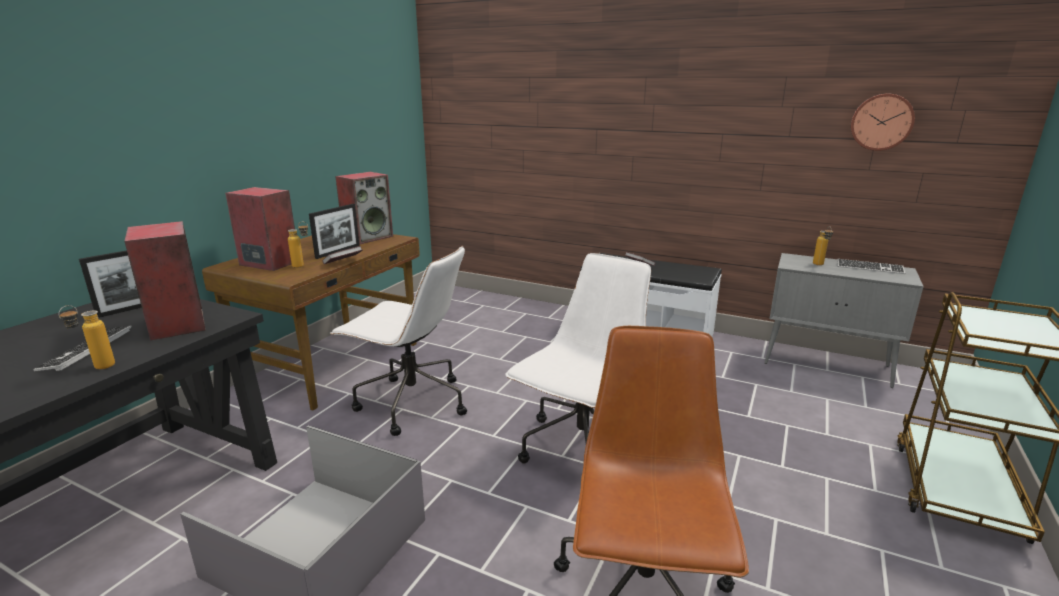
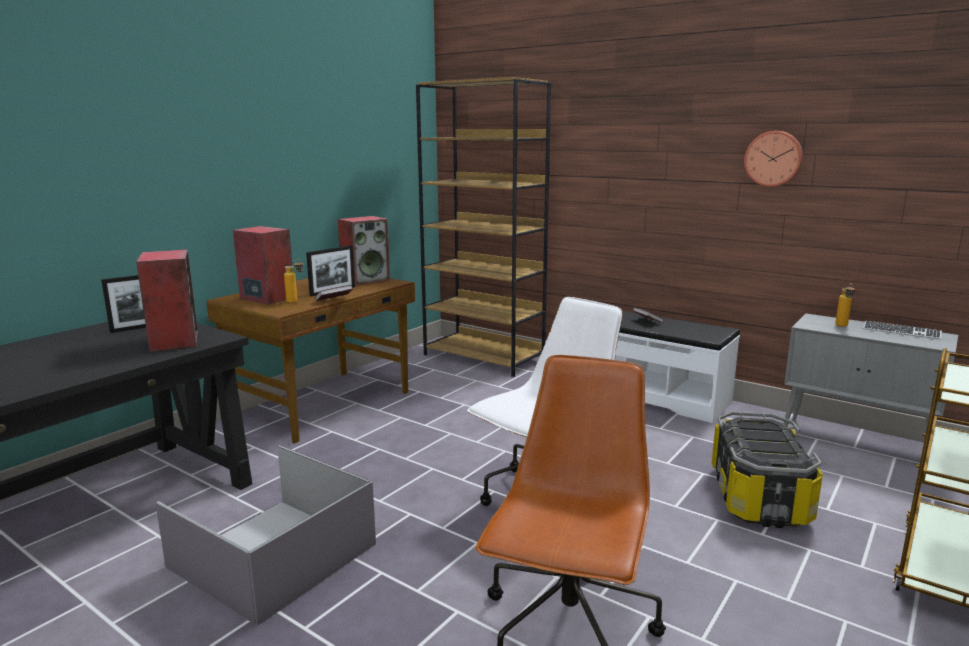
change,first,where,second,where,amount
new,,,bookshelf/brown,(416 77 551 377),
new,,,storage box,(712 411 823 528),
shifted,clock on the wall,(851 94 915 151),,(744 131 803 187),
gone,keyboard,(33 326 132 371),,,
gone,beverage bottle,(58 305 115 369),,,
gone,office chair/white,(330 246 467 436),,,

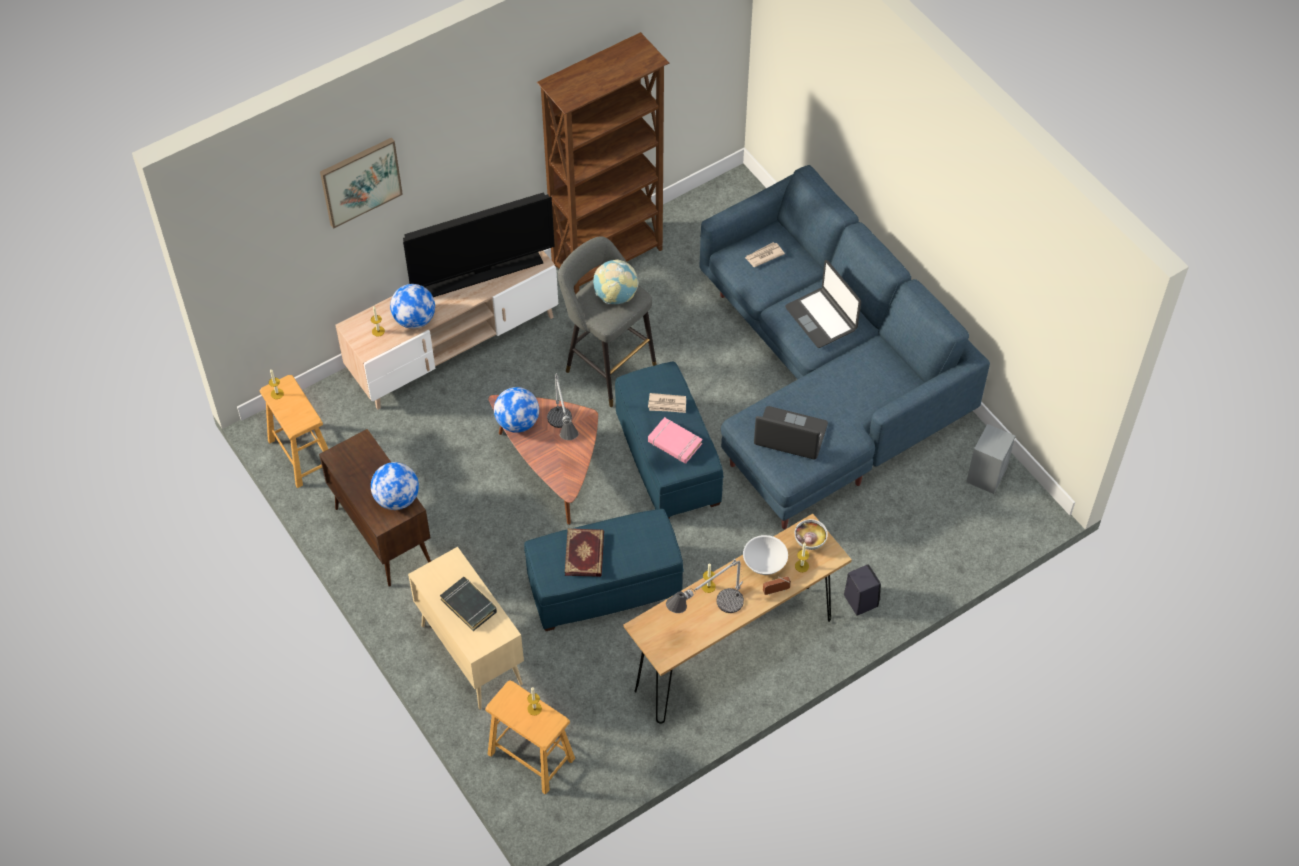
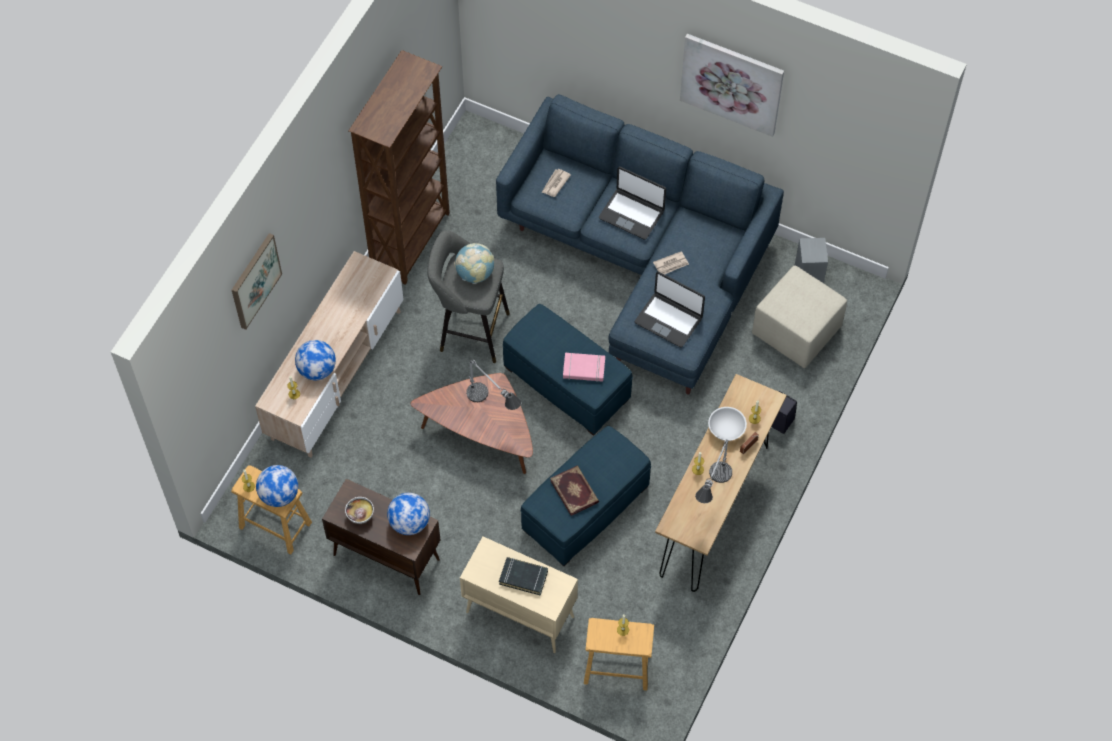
change,first,where,second,where,amount
shifted,desk globe,(494 387 539 433),,(256 465 298 507),
shifted,deep dish,(795 519 828 550),,(345 497 374 524),
rotated,portable computer,(754 406 828 460),,(635 272 705 348),135 degrees counterclockwise
shifted,printed paper,(648 393 686 413),,(653 251 689 274),
new,,,wall art,(680 34 784 137),
new,,,footrest/beige-coloured,(752 266 847 368),
gone,TV set,(403 192 555 297),,,

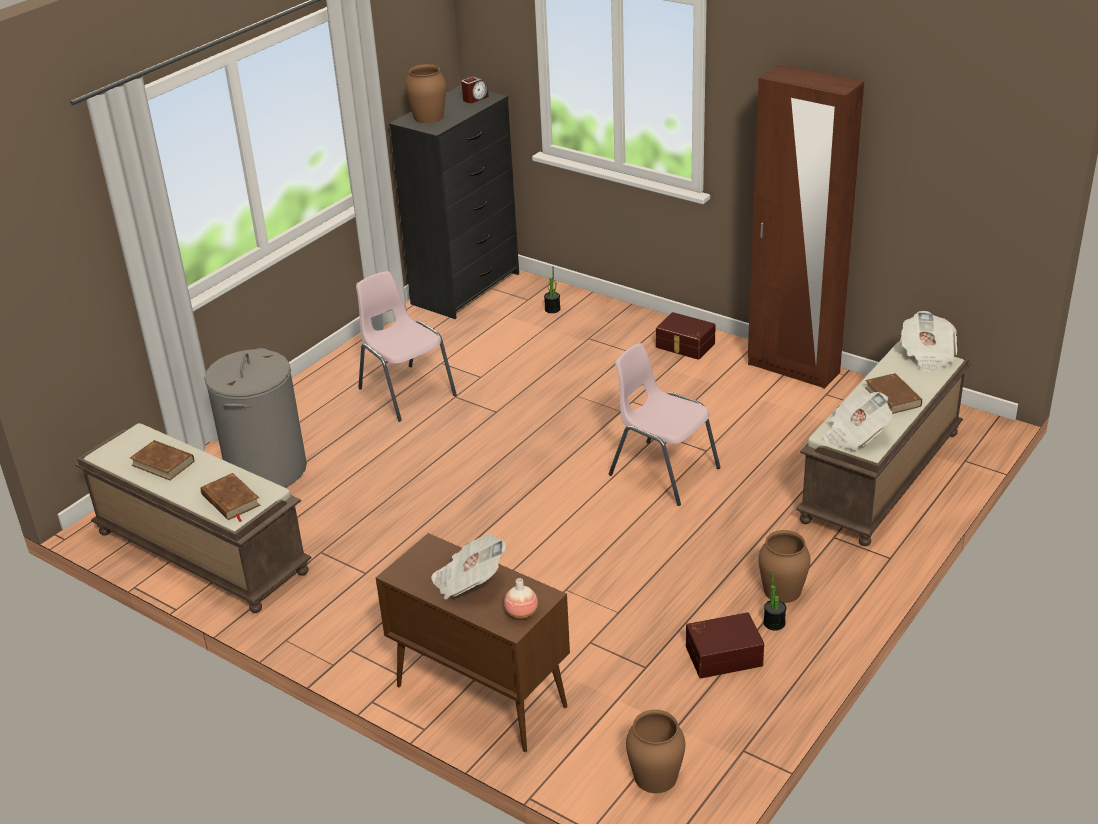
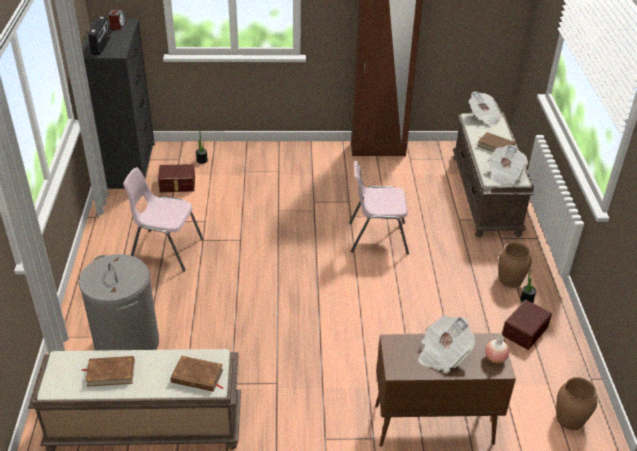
change,first,where,second,where,amount
swapped,vase/brown,(406 64 446 123),radio receiver,(88 17 110 55),
shifted,storage box/brown,(656 312 716 360),,(158 164 195 193),

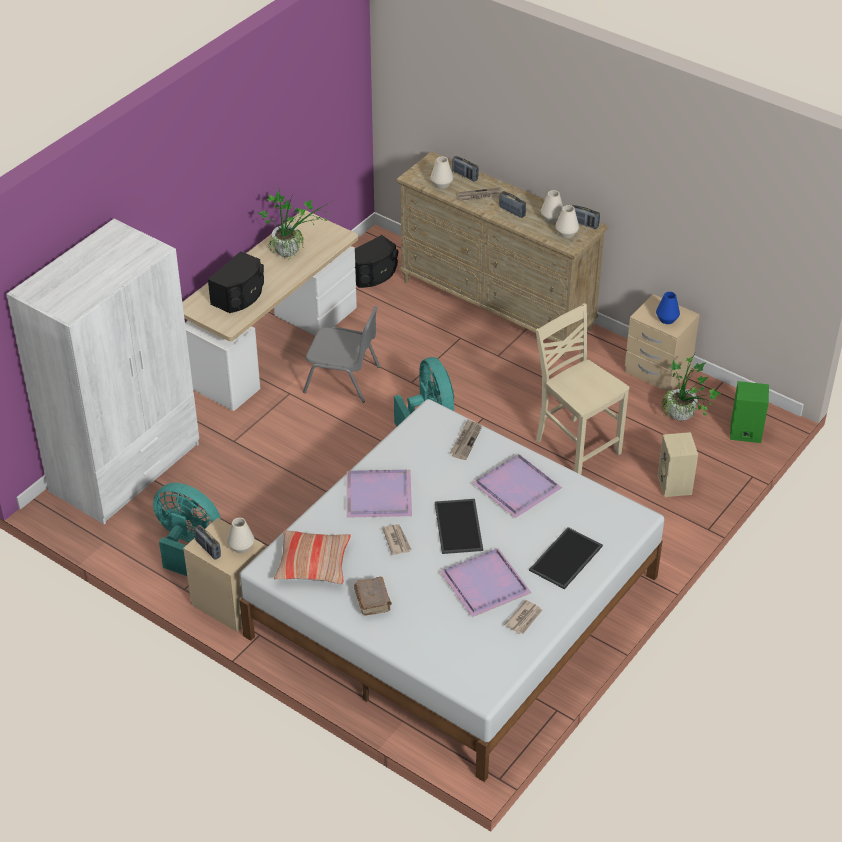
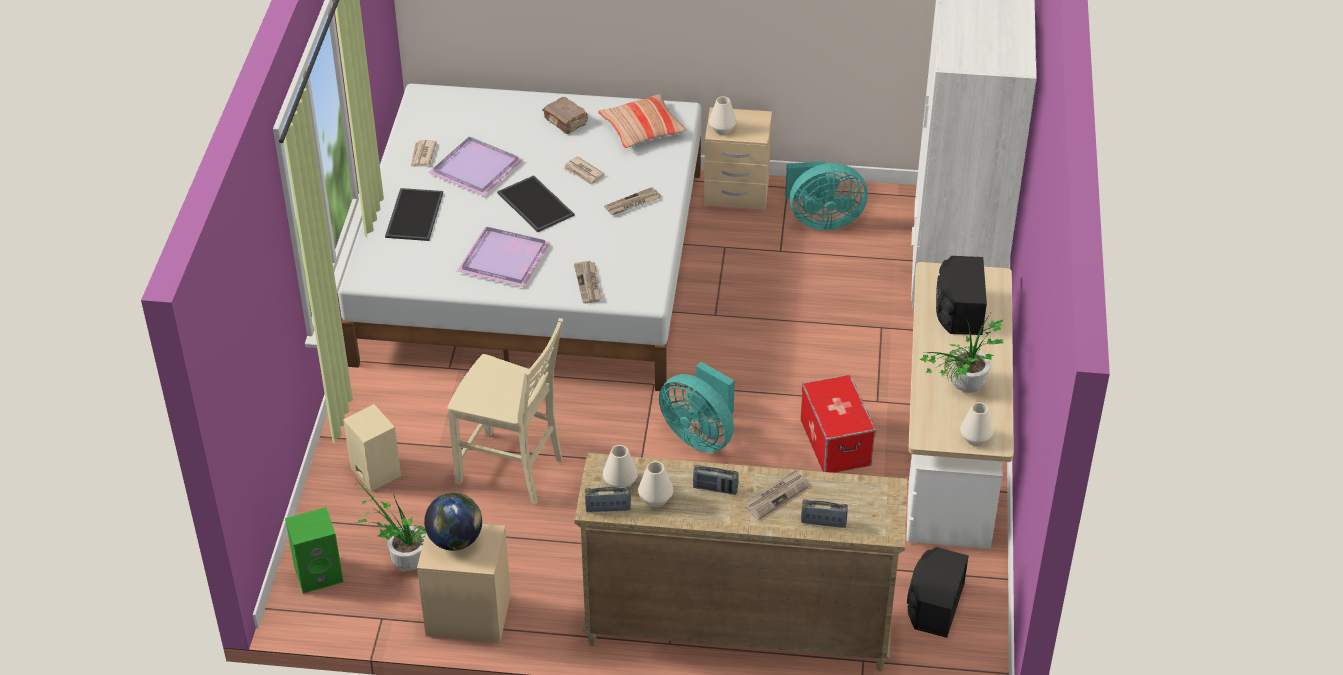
change,first,where,second,where,amount
swapped,vase/bluish,(656 292 680 324),desk globe,(424 492 482 551),
swapped,carrying tray/purplish,(347 470 412 518),printed paper,(604 187 661 215),
swapped,upright chair/greyish,(303 306 380 403),storage box,(801 374 876 473),
shifted,vase/white,(430 156 453 189),,(960 402 994 446),
gone,radio receiver,(194 525 221 560),,,

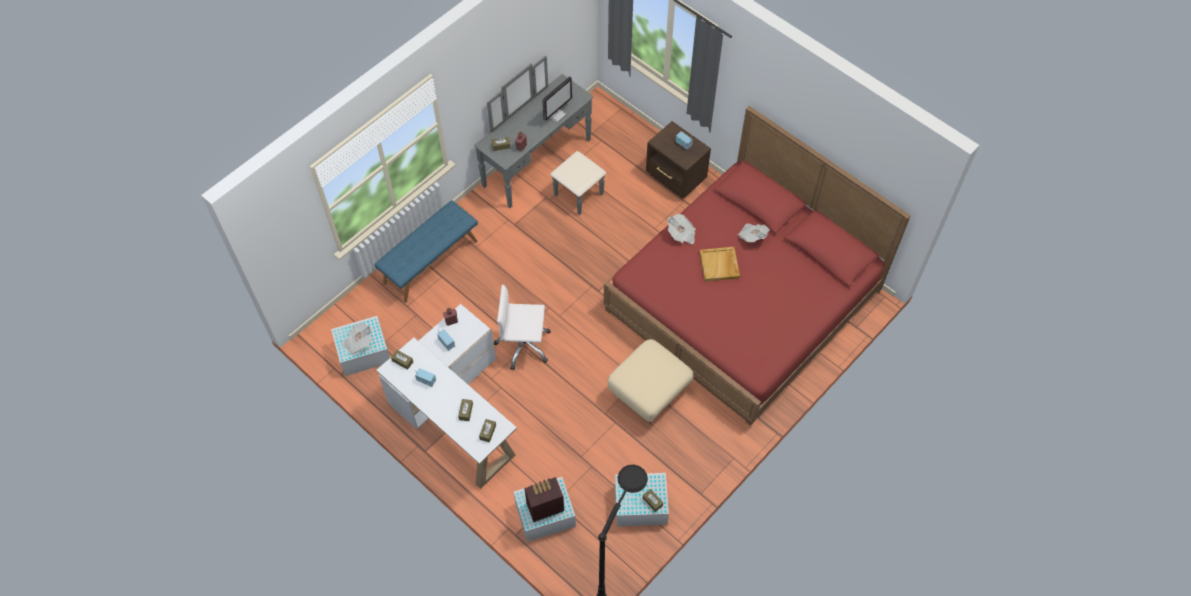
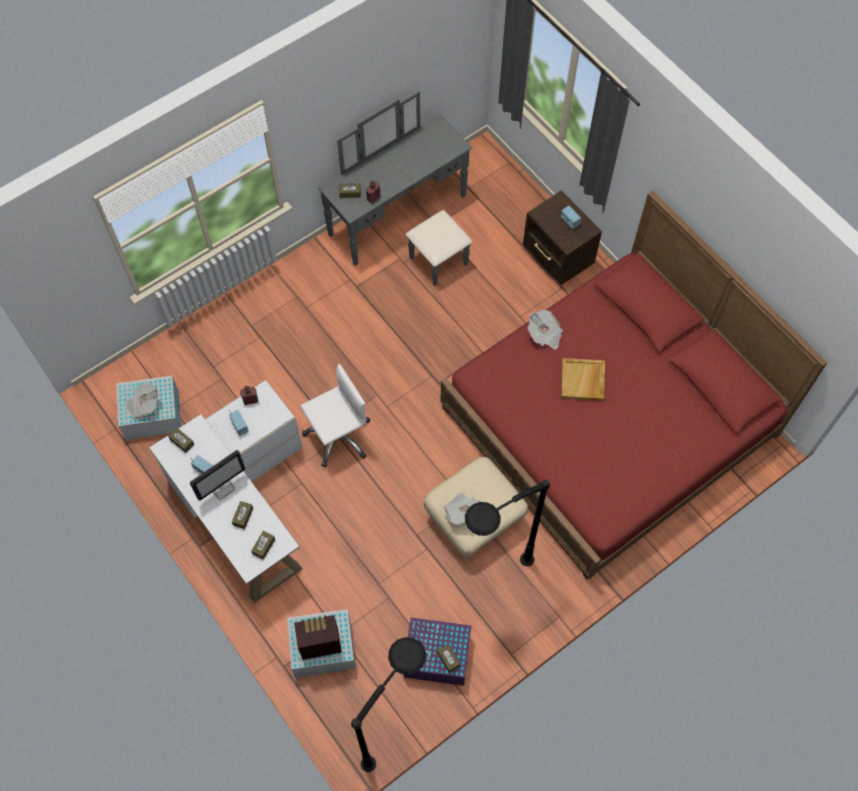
change,first,where,second,where,amount
shifted,computer display,(542 76 572 122),,(190 450 245 501),
rotated,office chair/white,(494 285 551 370),,(300 364 370 467),135 degrees clockwise
repainted,storage box/white,(615 473 669 527),storage box/purplish,(403 617 471 686),
shifted,printed paper,(738 223 770 242),,(444 493 481 525),
new,,,floor lamp/blackish,(465 480 550 566),
gone,bench/bluish,(375 200 478 303),,,

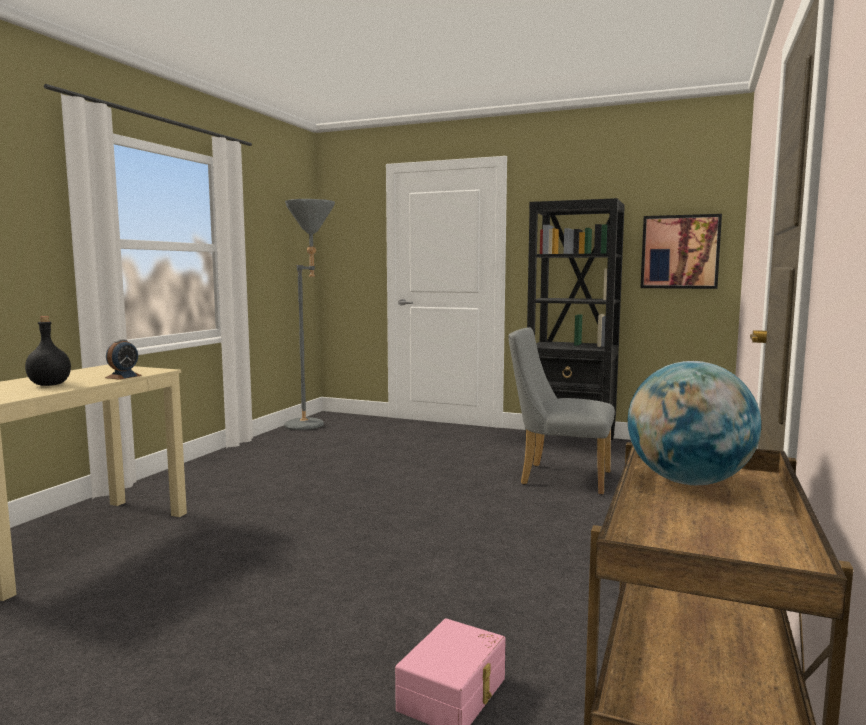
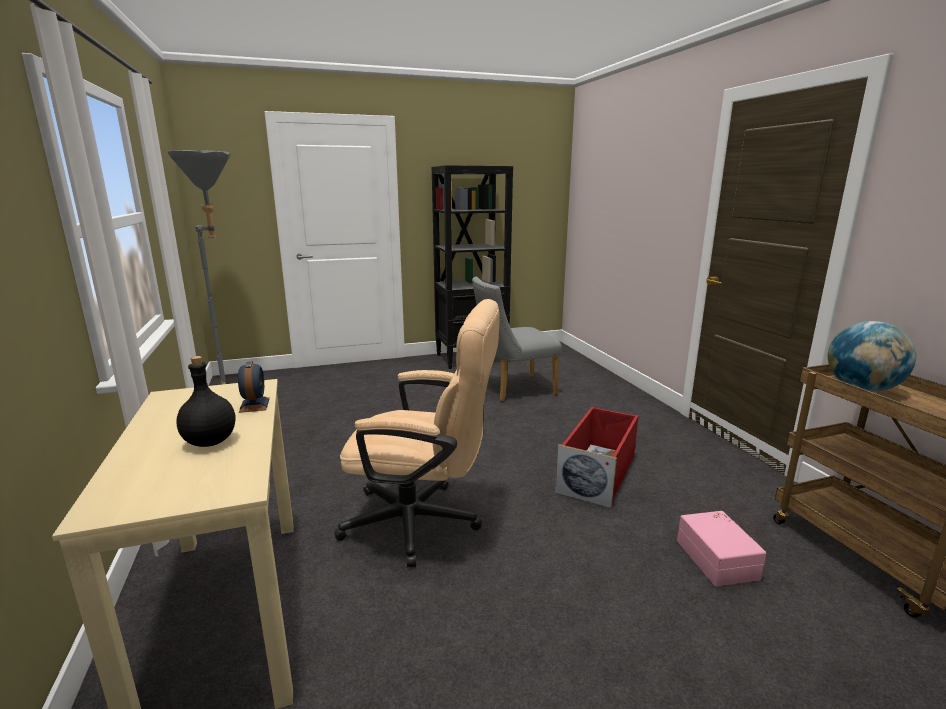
change,first,where,second,where,amount
new,,,office chair/beige-coloured,(334 299 500 567),
new,,,storage box/red-coloured,(555 407 638 508),
gone,wall art,(640 214 722 289),,,

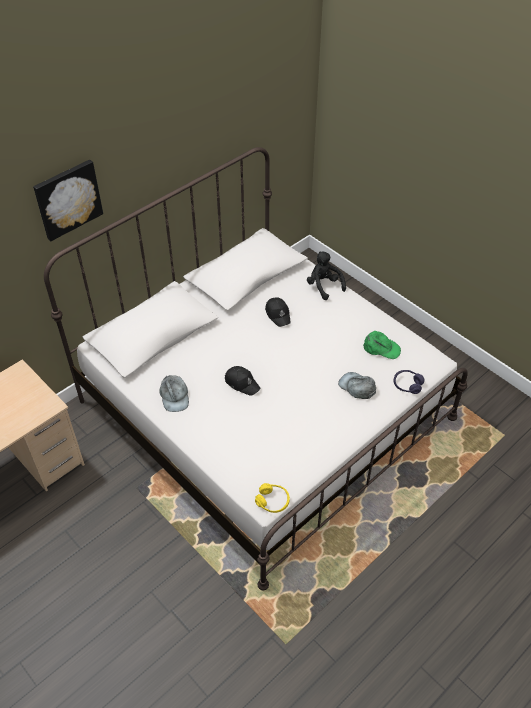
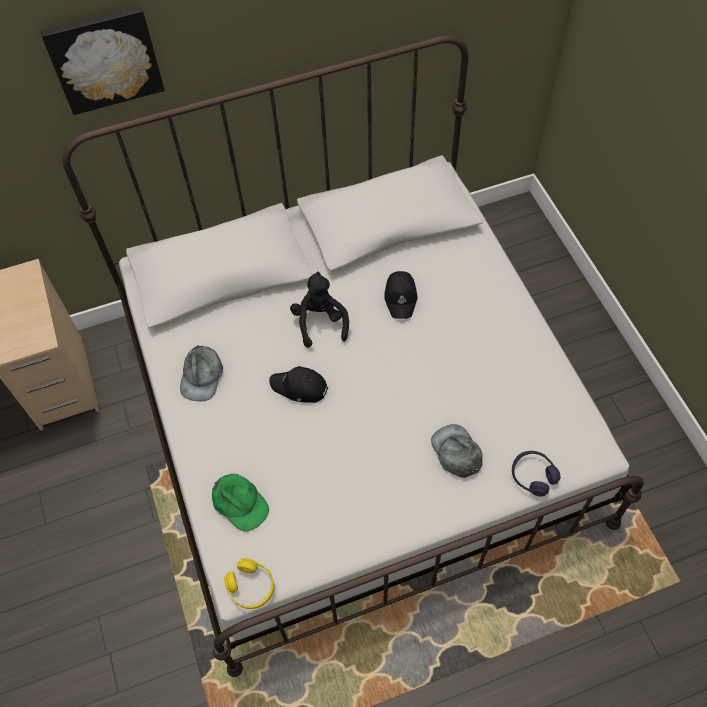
change,first,where,second,where,amount
shifted,baseball cap/green-coloured,(363 331 401 359),,(212 474 269 532),
rotated,baseball cap/blackish,(225 366 260 395),,(269 366 328 403),135 degrees clockwise
shifted,soft toy/blackish,(307 251 346 300),,(290 272 349 348),

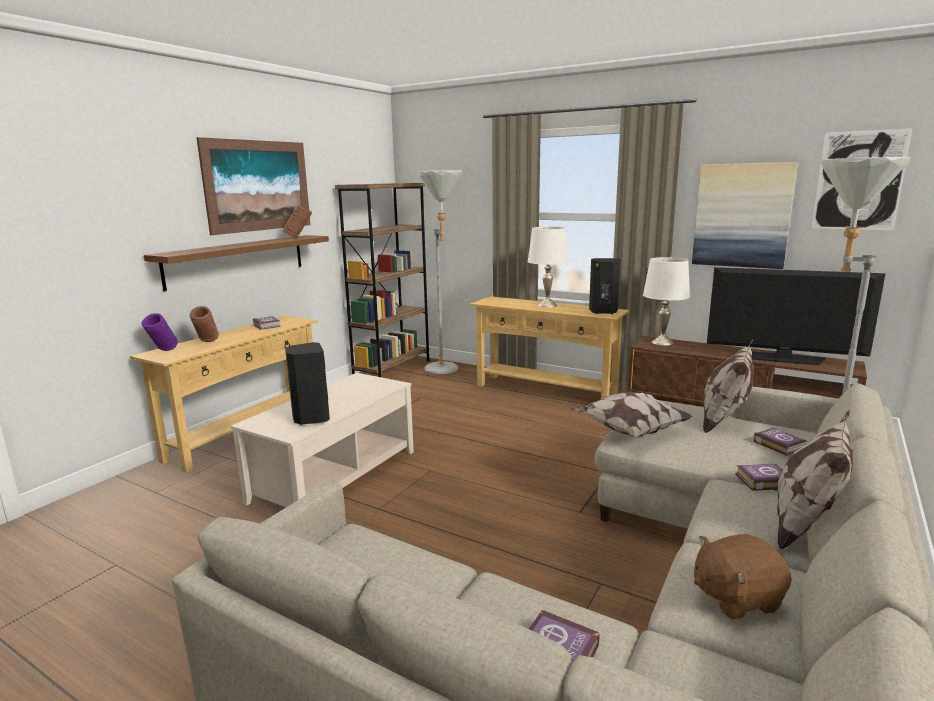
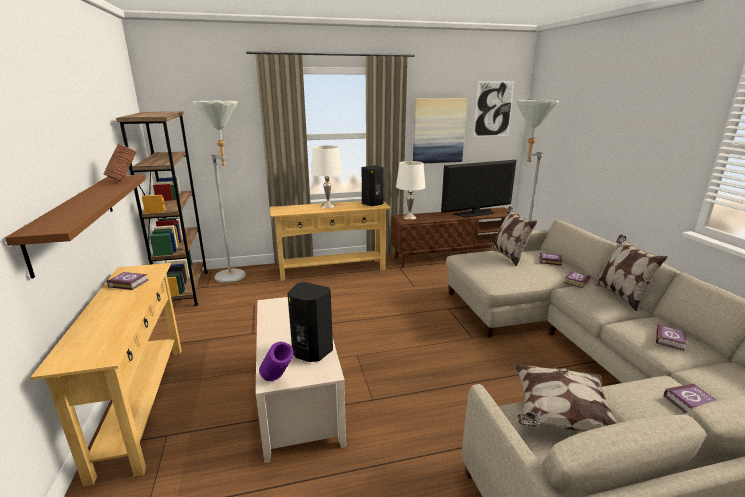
change,first,where,second,where,amount
shifted,vase/purplish,(142 313 178 351),,(259 342 294 381),
shifted,pillow,(571 392 693 437),,(513 364 618 432),
swapped,soft toy/brown,(694 534 792 620),bound book,(656 324 686 351),
gone,vase/brown,(189 306 219 342),,,
gone,wall art,(196 137 311 235),,,

